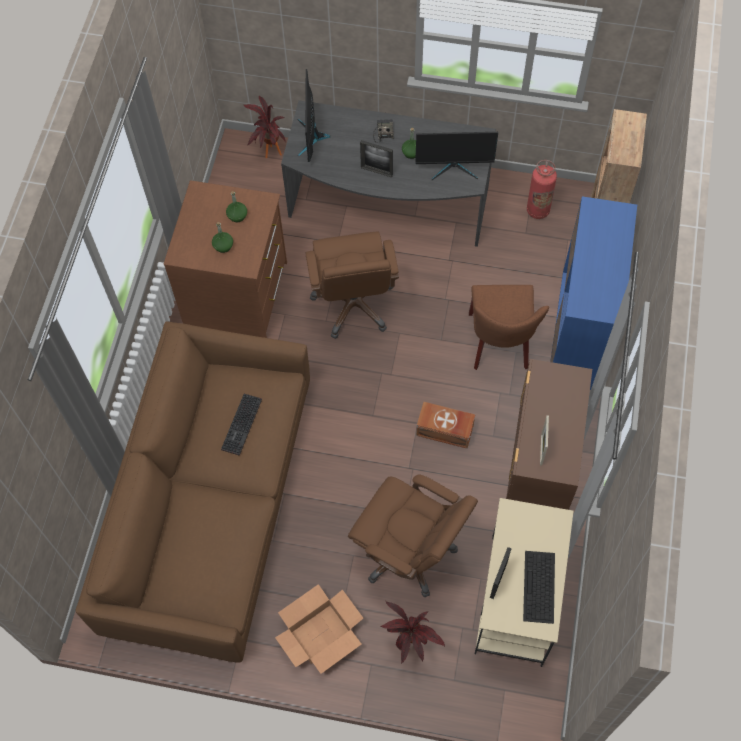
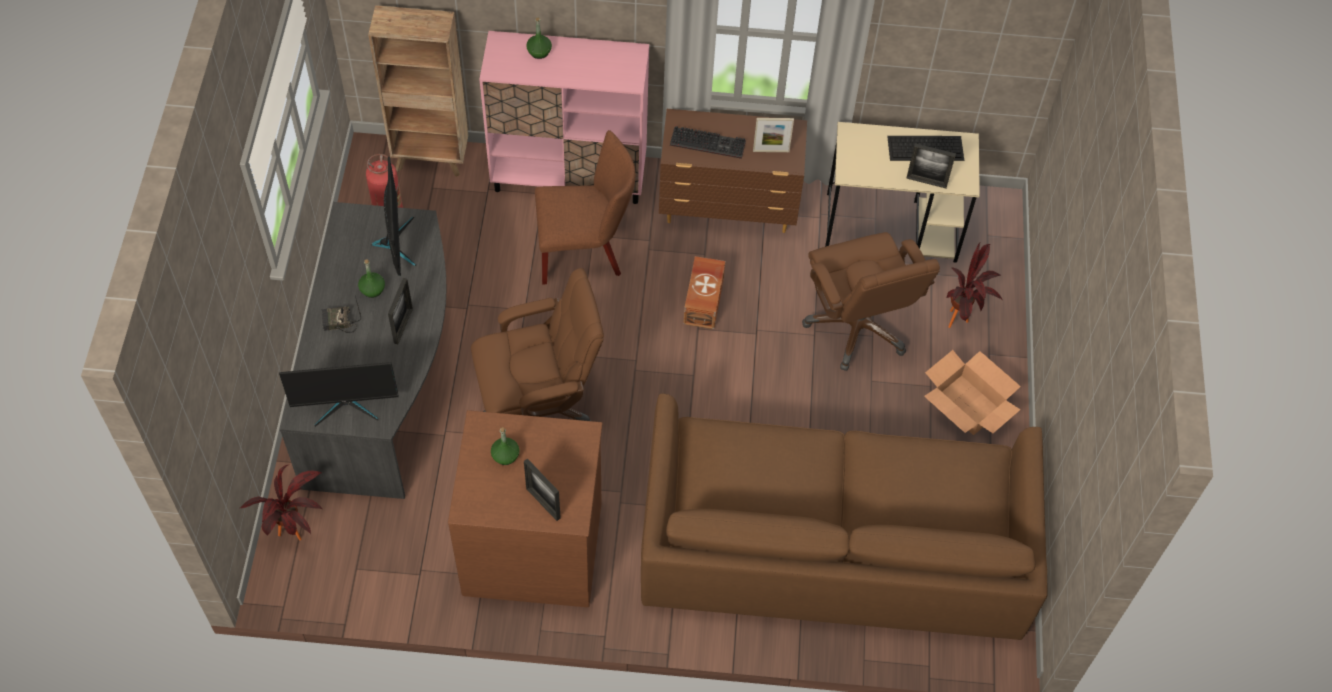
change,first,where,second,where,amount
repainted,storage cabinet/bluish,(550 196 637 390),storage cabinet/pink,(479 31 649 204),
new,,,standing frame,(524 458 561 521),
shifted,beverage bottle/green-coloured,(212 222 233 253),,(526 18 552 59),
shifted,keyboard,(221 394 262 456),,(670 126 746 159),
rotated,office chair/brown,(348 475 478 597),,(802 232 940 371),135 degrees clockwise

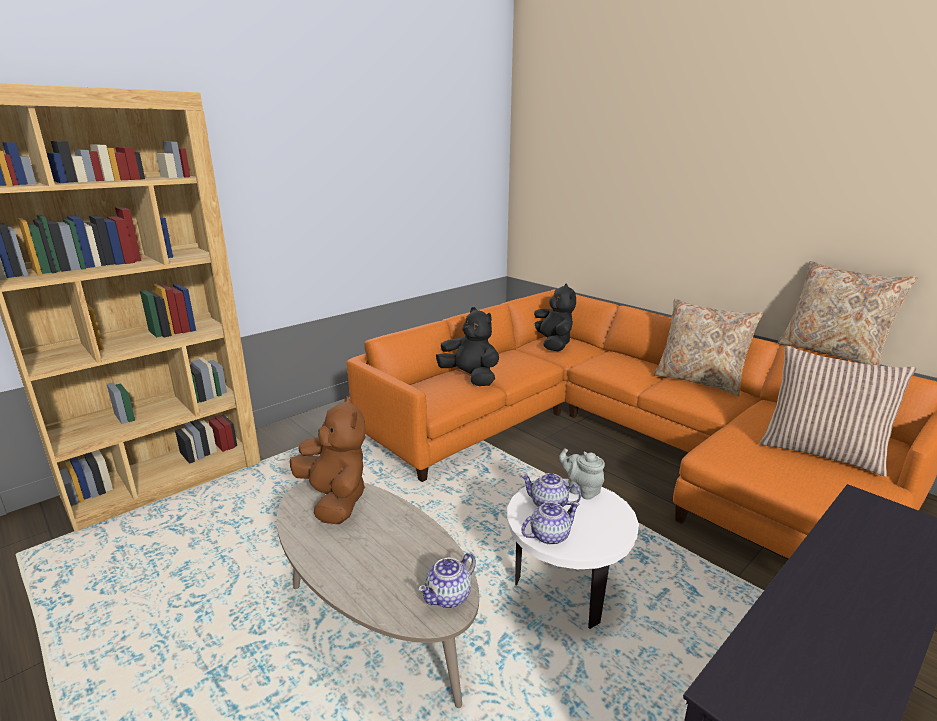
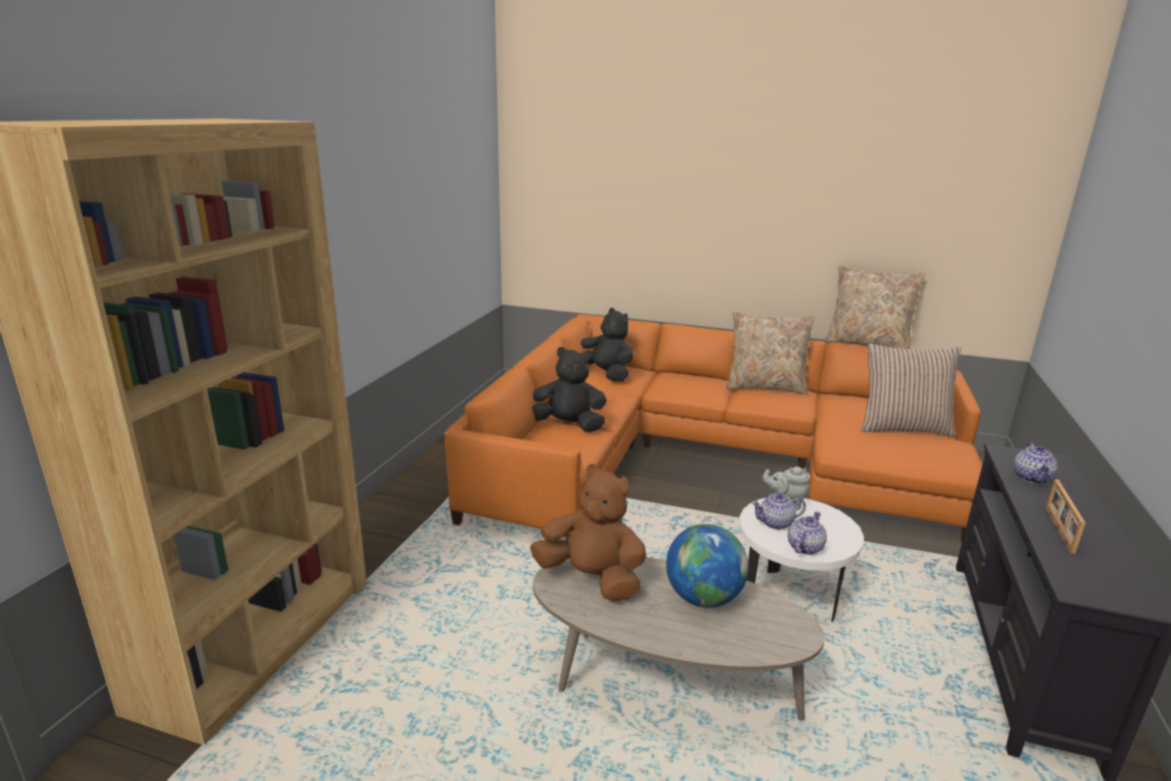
change,first,where,second,where,amount
new,,,desk globe,(666 524 748 608),
shifted,teapot,(418 553 476 608),,(1014 442 1058 484),
new,,,standing frame,(1046 479 1086 554),

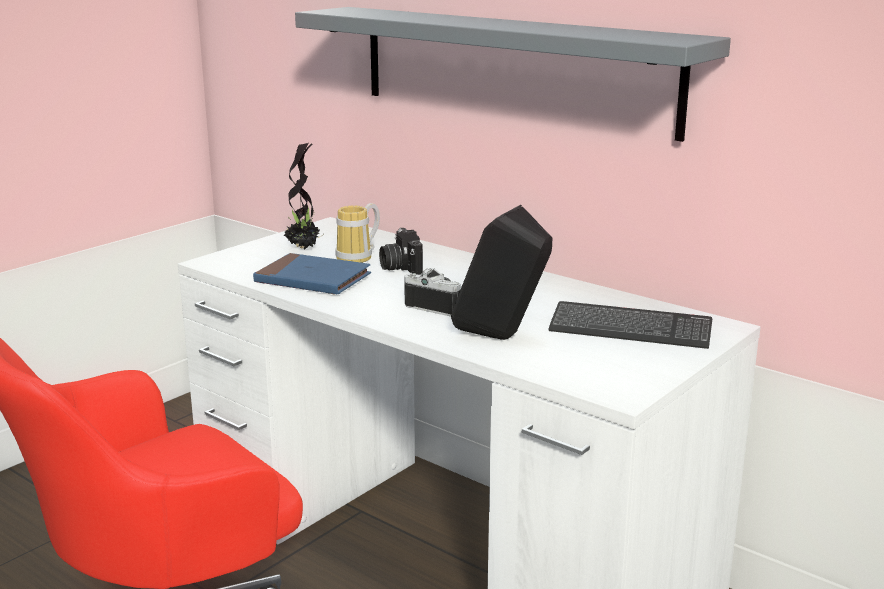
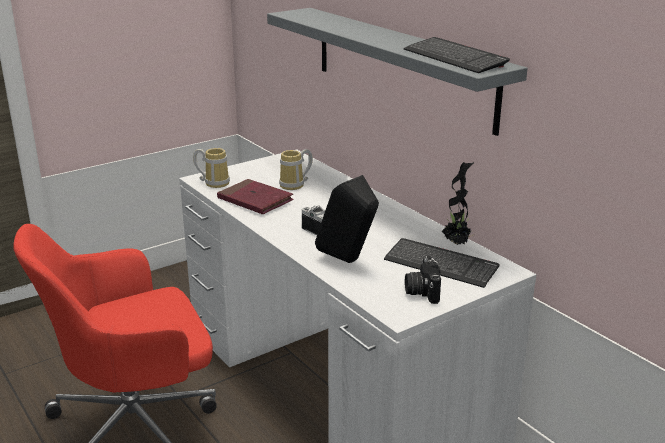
change,first,where,second,where,amount
new,,,mug,(193 148 230 188),
repainted,bound book/bluish,(253 253 371 295),bound book/red-coloured,(217 179 294 214),
new,,,keyboard,(404 37 510 73),
shifted,photo camera,(379 228 423 275),,(405 255 441 304),
shifted,plant in a pot,(284 143 324 250),,(442 162 474 245),

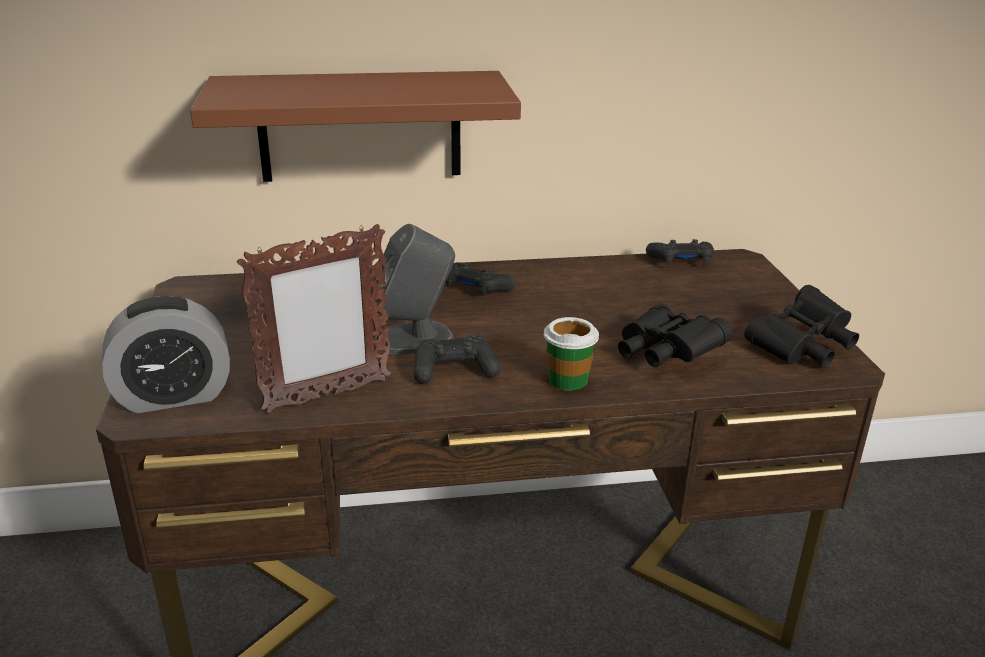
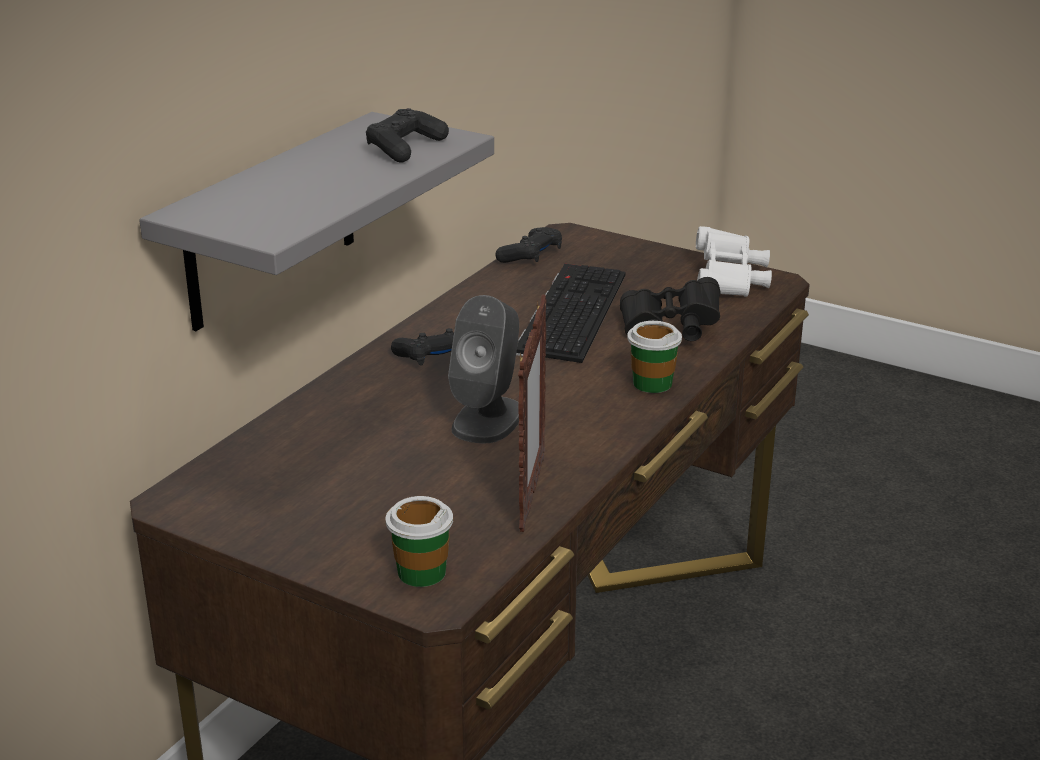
change,first,where,second,where,amount
repainted,shelf/brown,(190 71 521 182),shelf/greyish,(139 112 494 331),
shifted,joypad/blackish,(414 335 500 384),,(366 108 449 163),
swapped,table clock,(102 296 230 413),cup,(385 496 453 587),
new,,,keyboard,(516 264 626 363),
repainted,field glasses/blackish,(744 285 859 368),field glasses/white,(696 226 772 297),

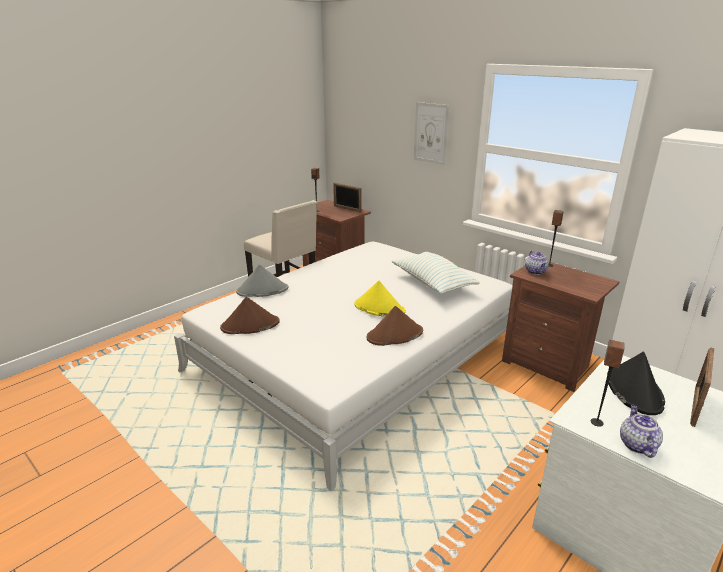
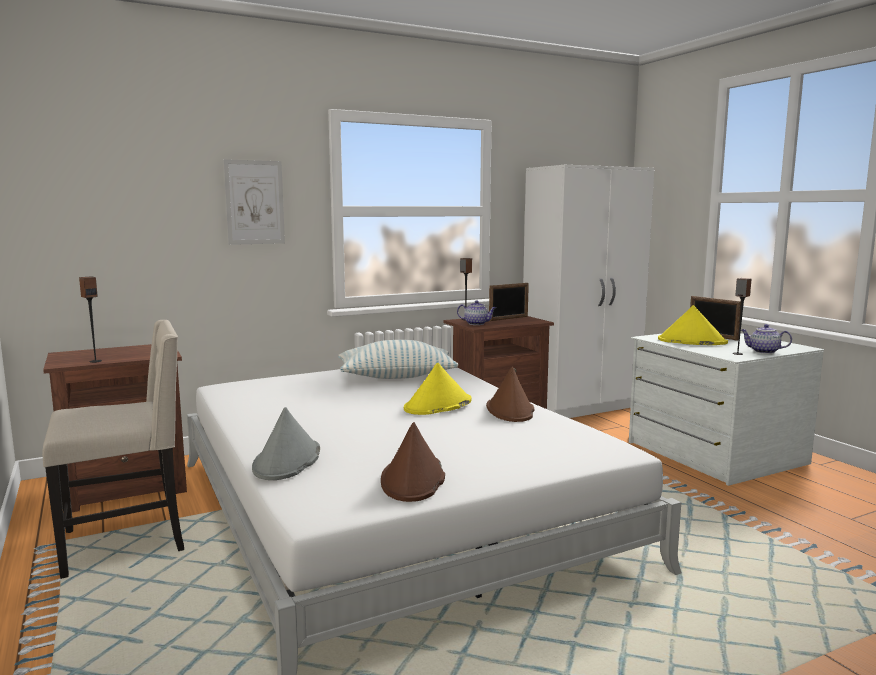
change,first,where,second,where,amount
shifted,standing frame,(333 183 361 212),,(489 283 529 321),
repainted,clothing hat/blackish,(607 352 665 415),clothing hat/yellowish,(658 305 728 345),

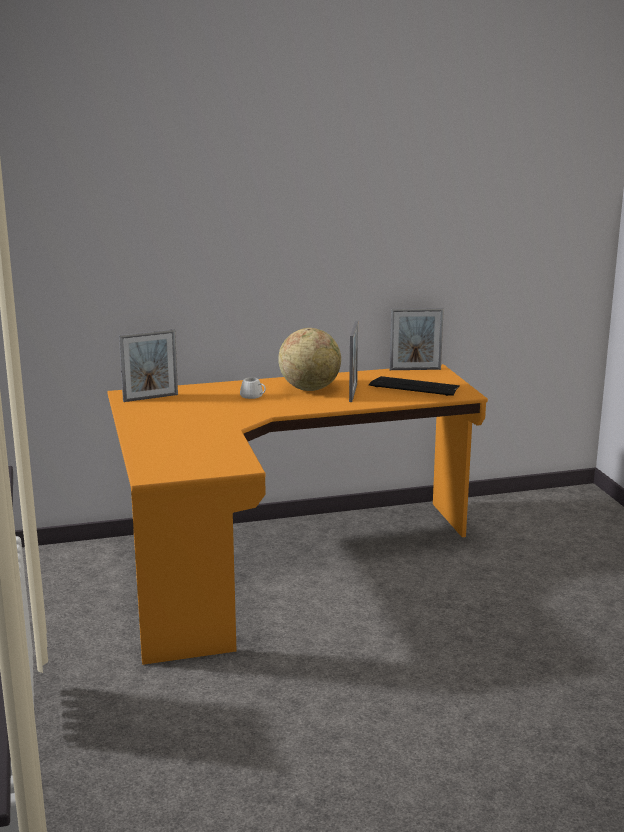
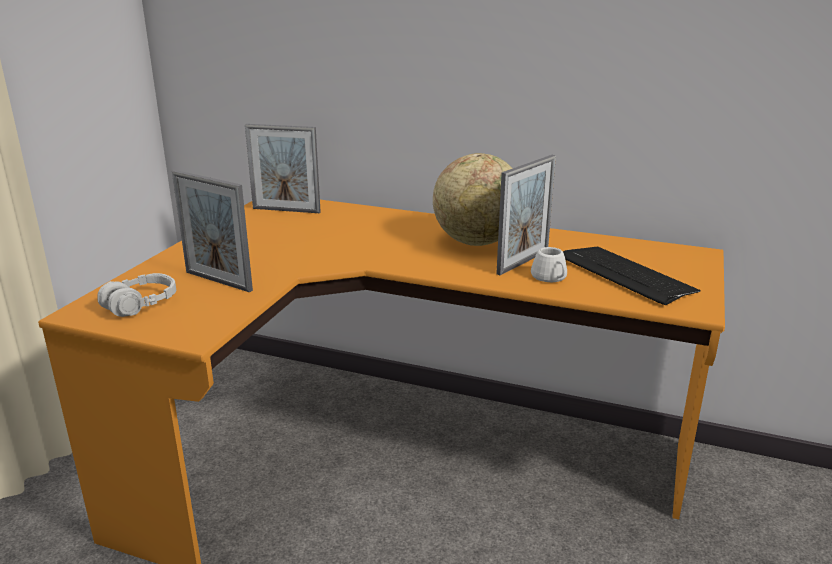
change,first,where,second,where,amount
new,,,pair of headphones/greyish,(97 273 176 317),
shifted,standing frame,(389 308 444 370),,(172 170 253 292),
shifted,mug/white,(240 377 266 399),,(531 247 567 282),

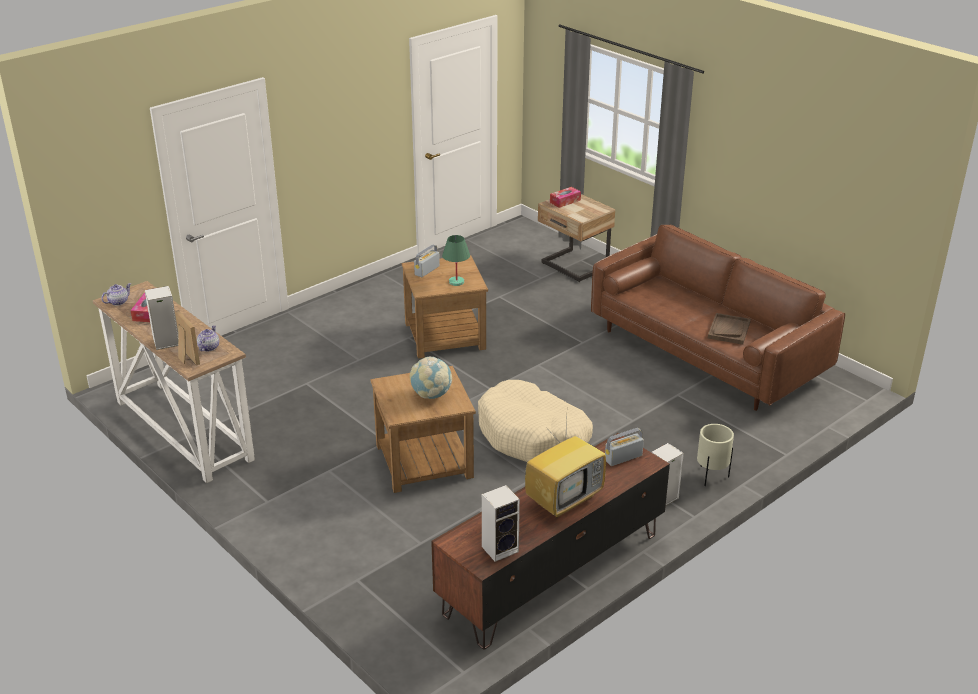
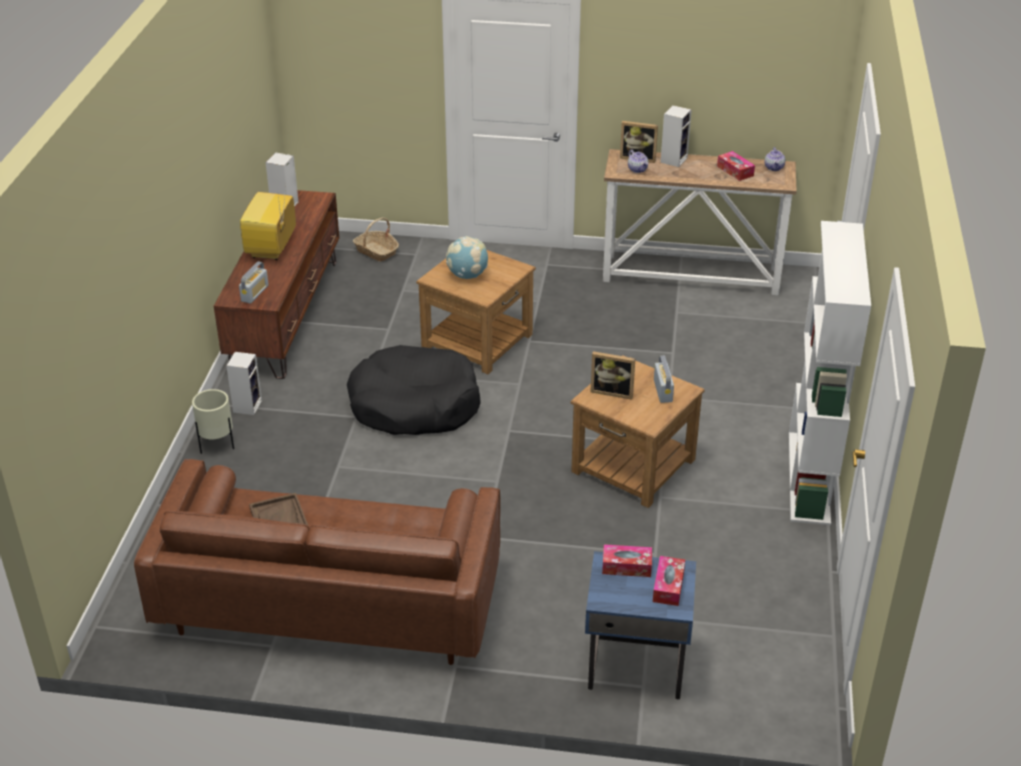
change,first,where,second,where,amount
repainted,dog bed/beige-coloured,(478 380 593 462),dog bed/blackish,(347 345 481 435),
new,,,household basket,(353 217 399 262),
repainted,night table/beige-coloured,(538 194 615 282),night table/bluish,(585 551 696 699),
swapped,lamp for a table/green-coloured,(442 235 470 286),standing frame,(590 351 636 400),
new,,,box of tissues,(602 544 652 577),
new,,,bookshelf/white,(789 221 871 525),

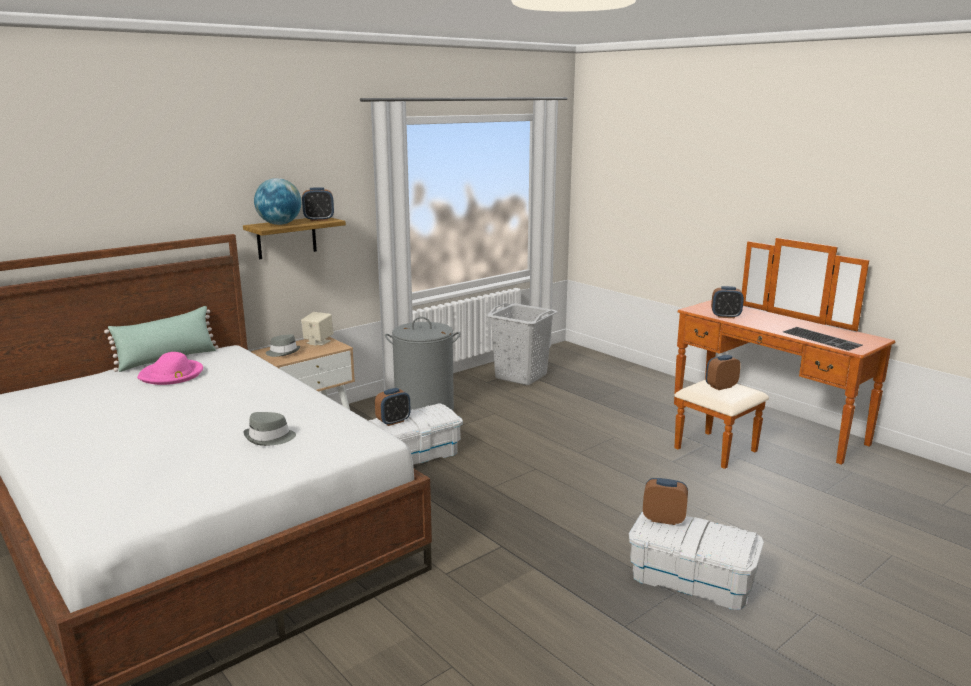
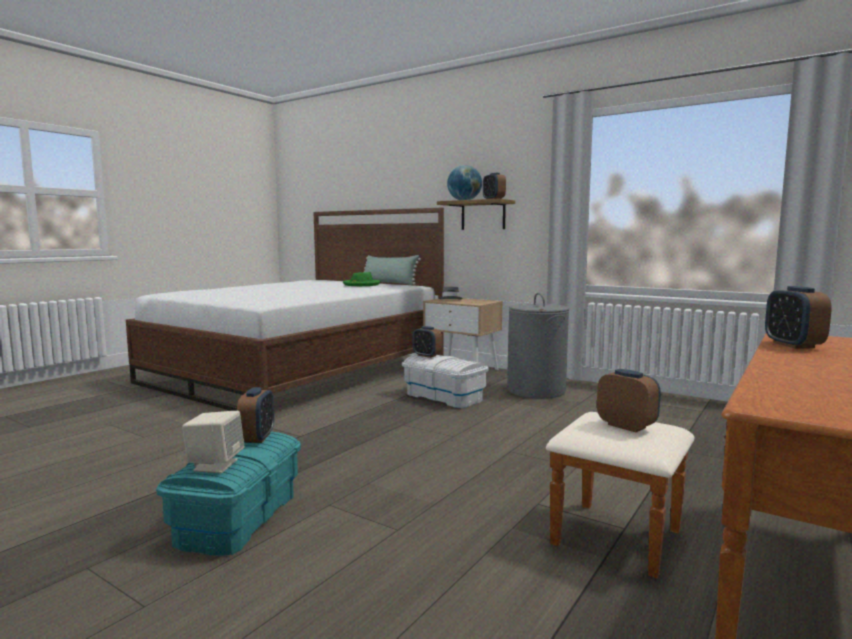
change,first,where,second,where,amount
repainted,storage box/white,(629 511 764 610),storage box/blue-green,(156 432 301 556),
shifted,audio speaker/beige-coloured,(301 312 334 346),,(182 411 245 473),
repainted,clothing hat/pink,(137 352 203 385),clothing hat/green-coloured,(343 272 381 286),
gone,clothing hat/greyish,(244 412 296 446),,,
gone,hamper/greyish,(486 303 557 385),,,
gone,keyboard,(783 327 862 351),,,

